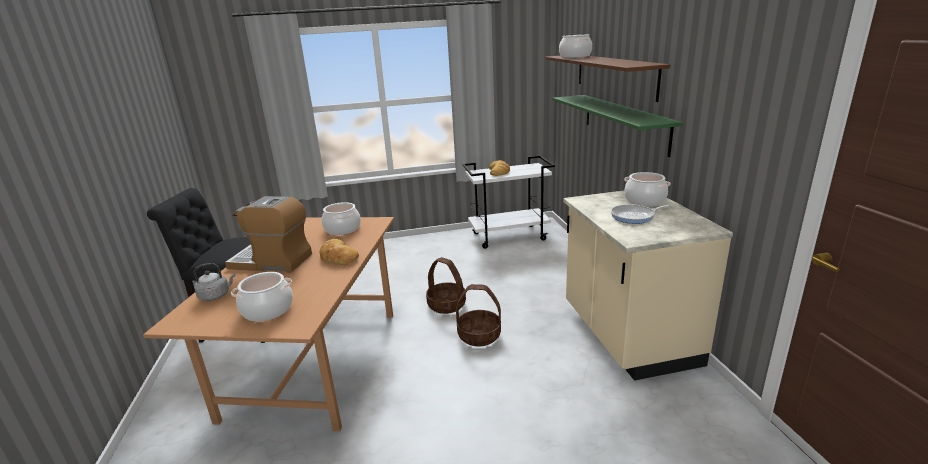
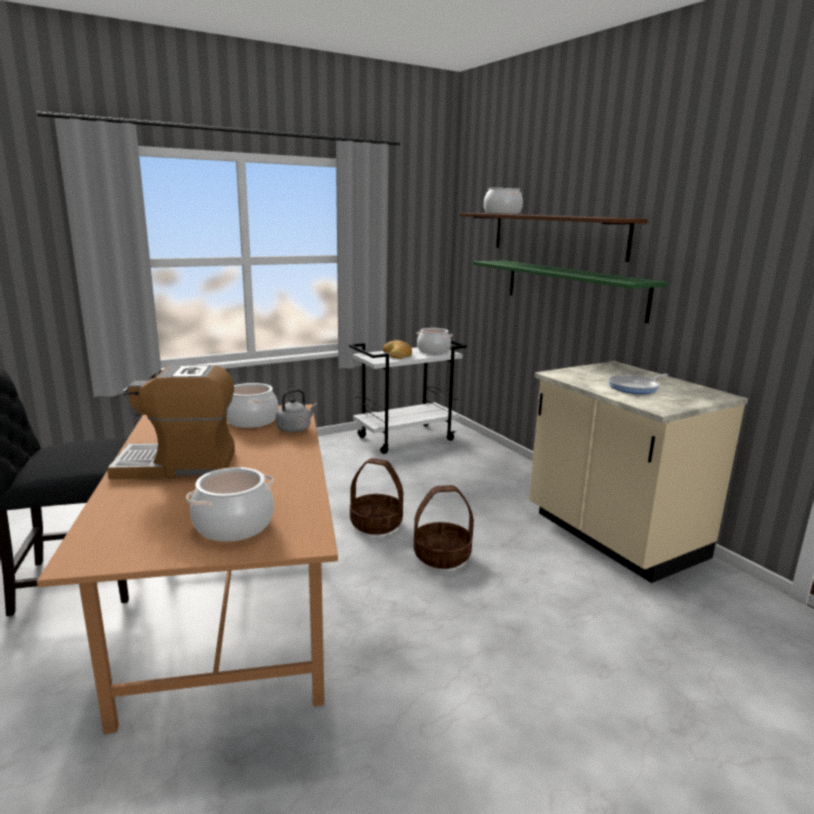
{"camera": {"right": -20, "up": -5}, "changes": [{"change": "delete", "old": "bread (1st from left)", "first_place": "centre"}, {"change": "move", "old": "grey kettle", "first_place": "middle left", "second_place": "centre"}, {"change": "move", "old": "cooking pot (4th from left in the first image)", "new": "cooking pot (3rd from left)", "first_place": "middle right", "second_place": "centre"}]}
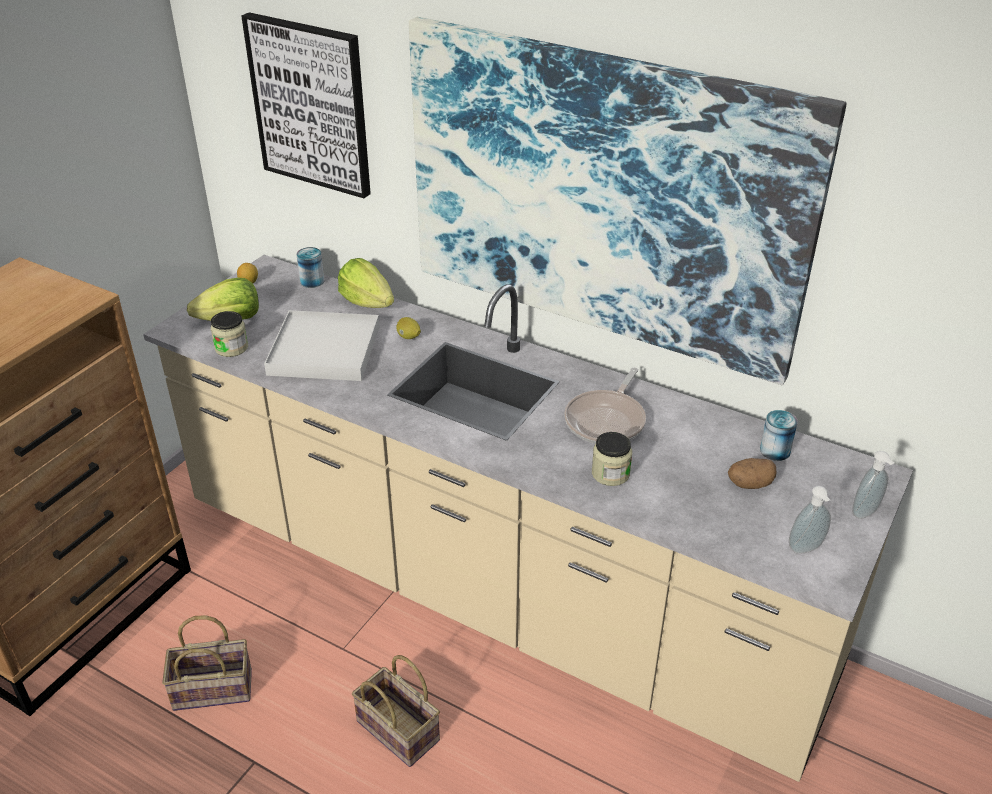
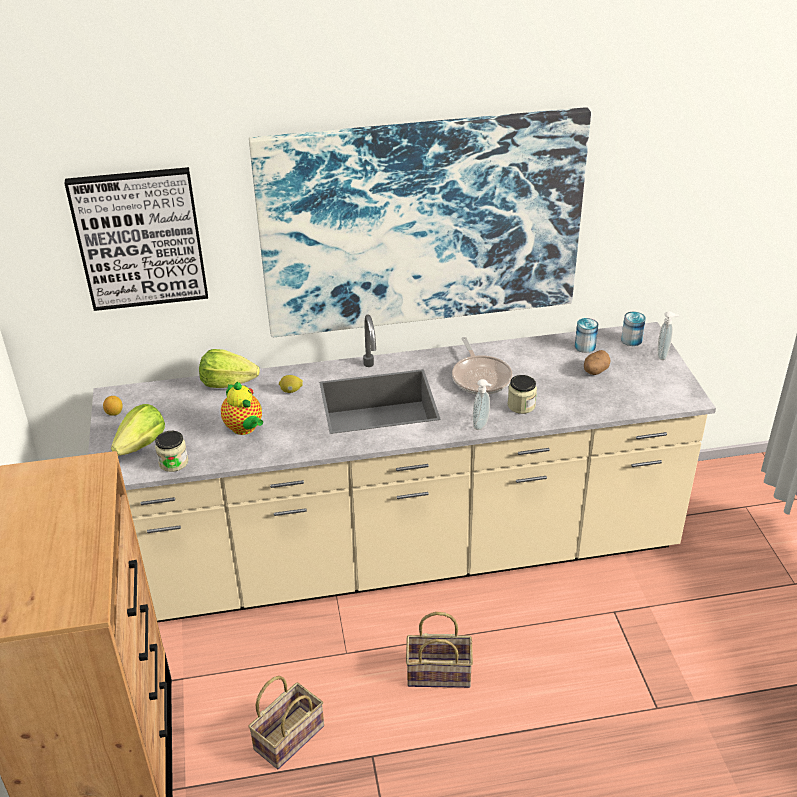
{"camera": {"right": -40, "up": 0}, "changes": [{"change": "move", "old": "can (1st from left in the first image)", "new": "can (2nd from left)", "first_place": "middle left", "second_place": "middle right"}, {"change": "move", "old": "soap dispenser (1st from left)", "first_place": "middle right", "second_place": "centre"}, {"change": "replace", "old": "white tray", "new": "teapot", "first_place": "middle left", "second_place": "middle left"}]}
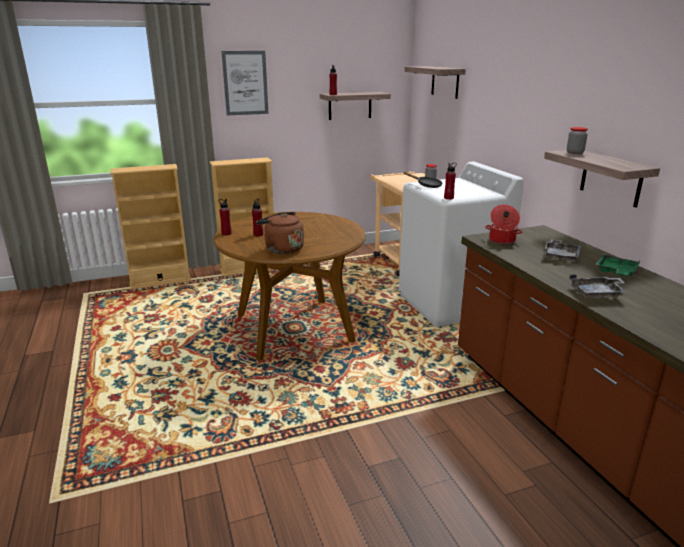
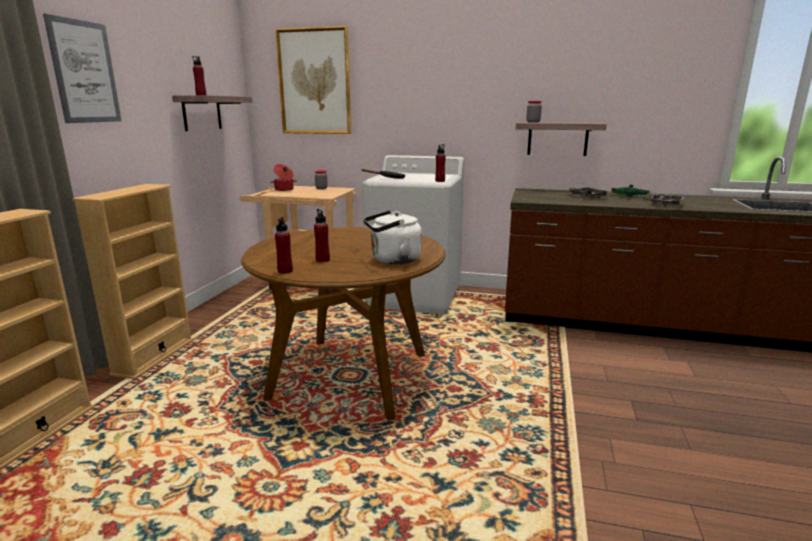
{"camera": {"right": -55, "up": -5}, "changes": [{"change": "move", "old": "cooking pot", "first_place": "middle right", "second_place": "top centre"}, {"change": "replace", "old": "shelf (2nd from left)", "new": "picture (2nd from left)", "first_place": "top centre", "second_place": "top centre"}, {"change": "recolor", "old": "brown kettle", "new": "white kettle", "first_place": "centre", "second_place": "centre"}]}
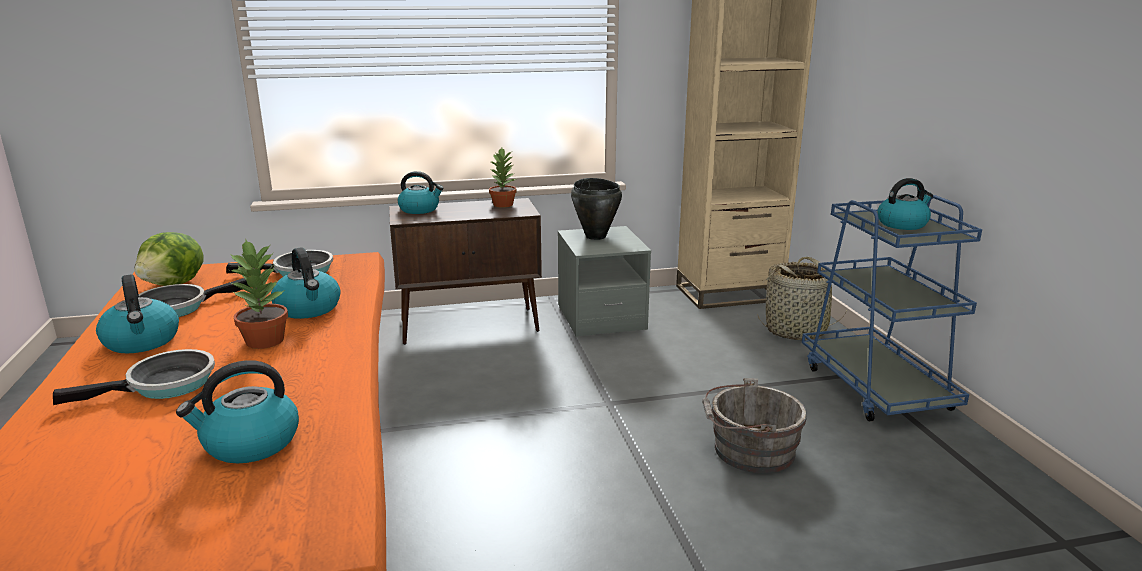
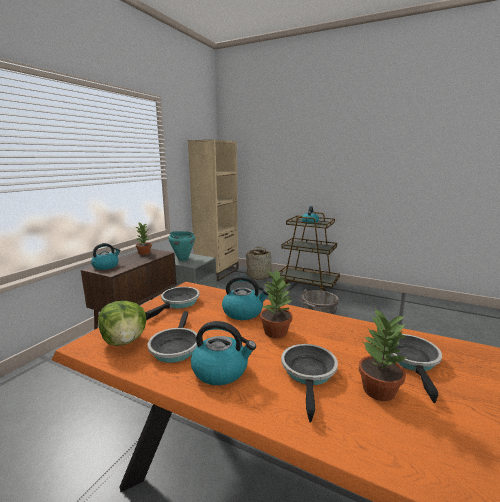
{"camera": {"right": -50, "up": -5}, "changes": [{"change": "insert", "new": "potted plant (3rd from left)", "second_place": "bottom right"}, {"change": "replace", "old": "kettle (2nd from left)", "new": "frying pan (4th from left)", "first_place": "bottom left", "second_place": "bottom right"}, {"change": "recolor", "old": "black cooking pot", "new": "turquoise cooking pot", "first_place": "centre", "second_place": "centre"}, {"change": "recolor", "old": "blue cart", "new": "brown cart", "first_place": "middle right", "second_place": "centre"}]}
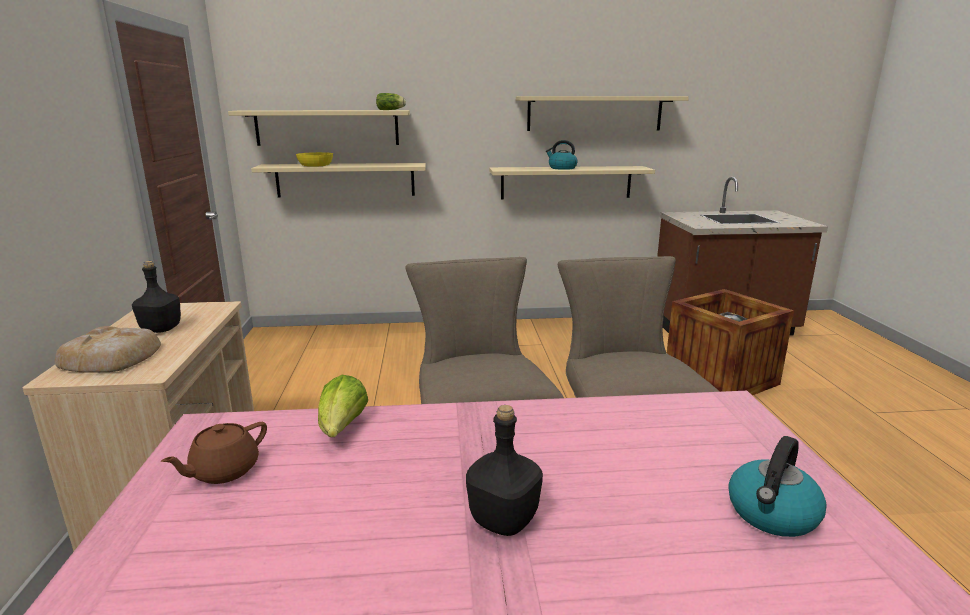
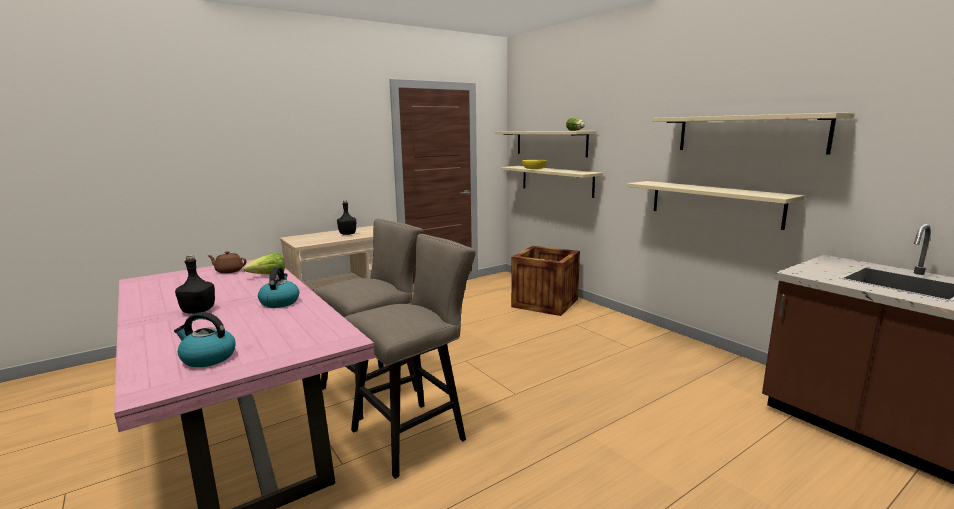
{"camera": {"right": 60, "up": -5}, "changes": [{"change": "delete", "old": "bread", "first_place": "middle left"}, {"change": "move", "old": "kettle (1st from left in the first image)", "new": "kettle (2nd from left)", "first_place": "top centre", "second_place": "middle left"}, {"change": "move", "old": "crate", "first_place": "middle right", "second_place": "centre"}]}
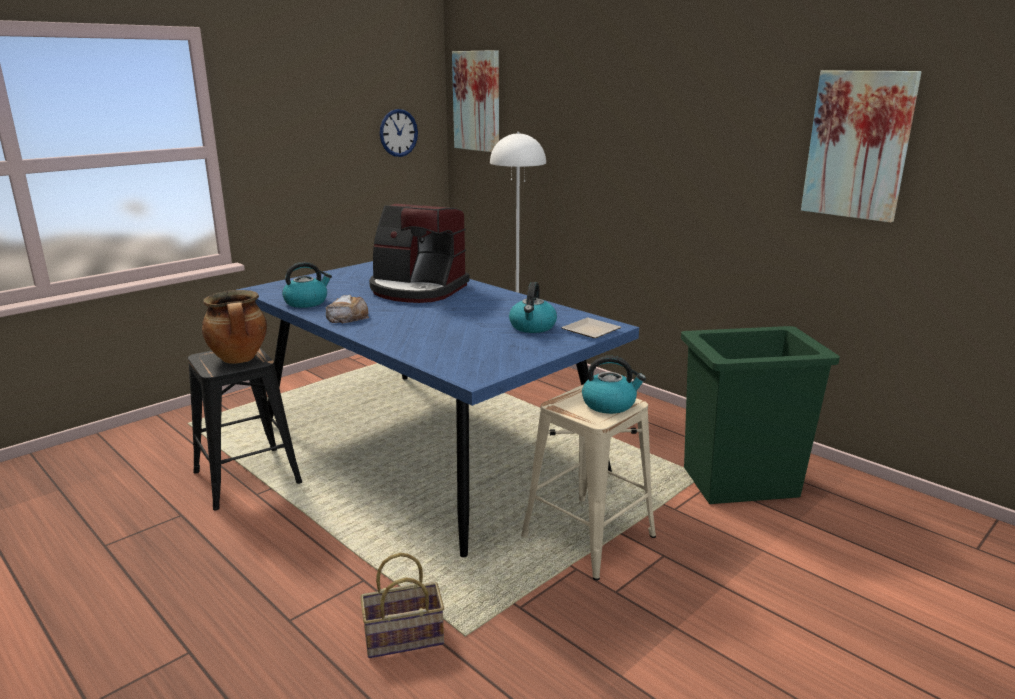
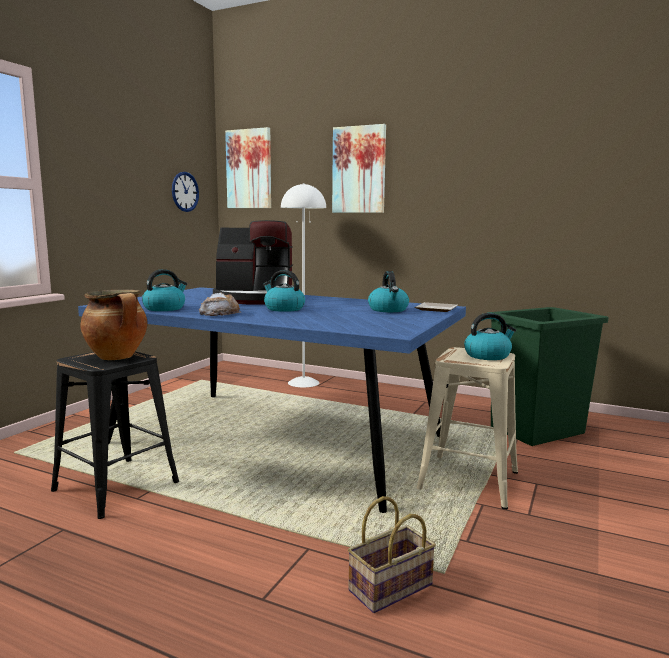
{"camera": {"right": -20, "up": -10}, "changes": [{"change": "insert", "new": "kettle (2nd from left)", "second_place": "centre"}, {"change": "move", "old": "picture (2nd from left)", "first_place": "top right", "second_place": "top centre"}]}
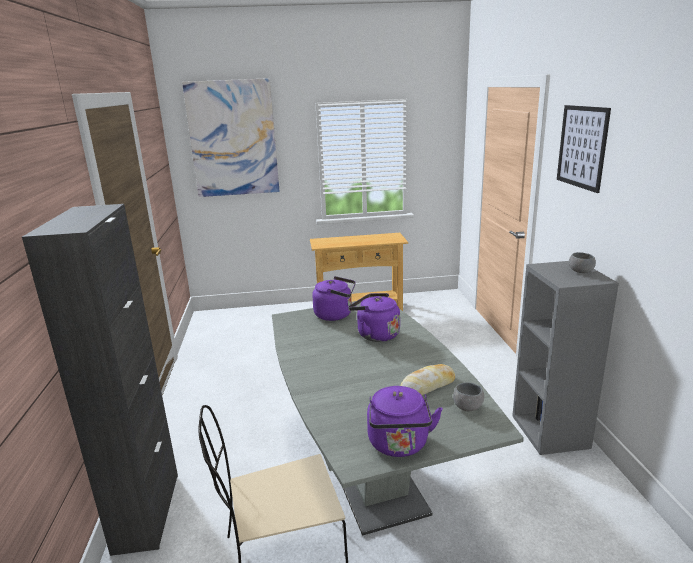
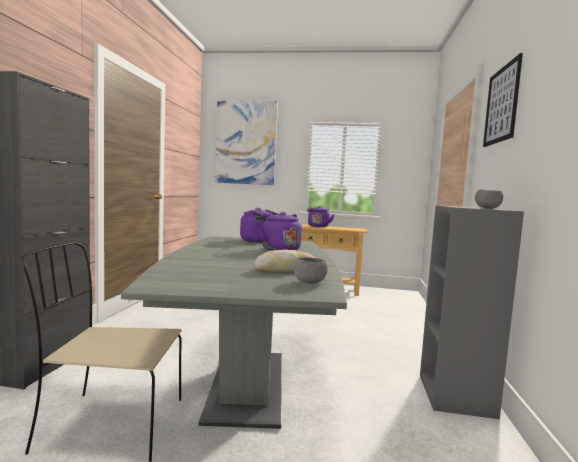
{"camera": {"right": 15, "up": -15}, "changes": [{"change": "move", "old": "purple kettle (3rd from left)", "first_place": "bottom centre", "second_place": "centre"}]}
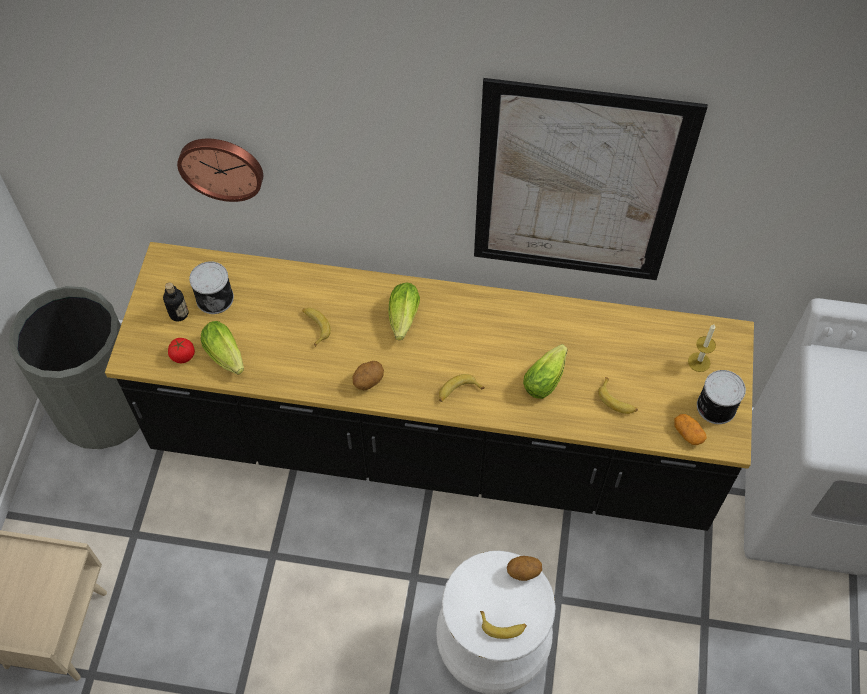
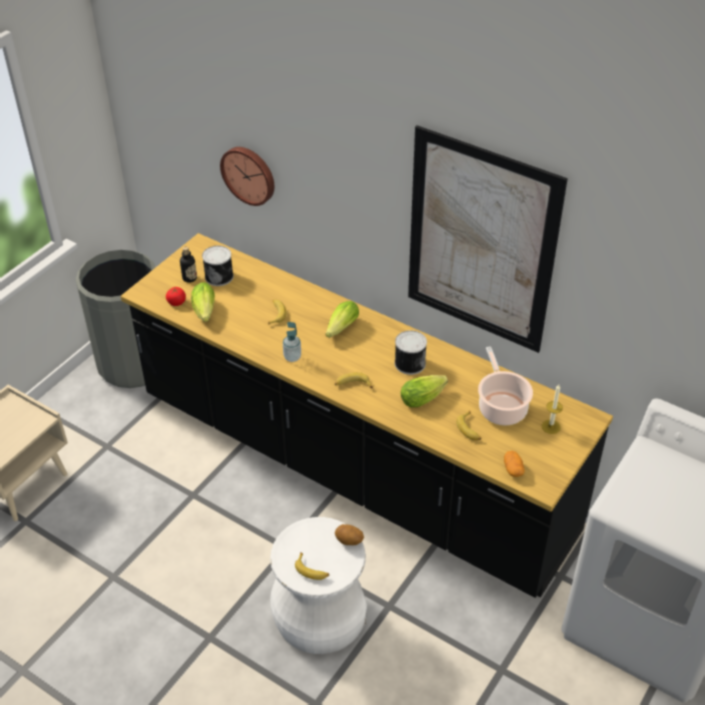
{"camera": {"right": 25, "up": -15}, "changes": [{"change": "insert", "new": "cooking pot", "second_place": "middle right"}, {"change": "move", "old": "can (2nd from left)", "first_place": "middle right", "second_place": "centre"}, {"change": "replace", "old": "potato (1st from left)", "new": "soap dispenser", "first_place": "centre", "second_place": "centre"}]}
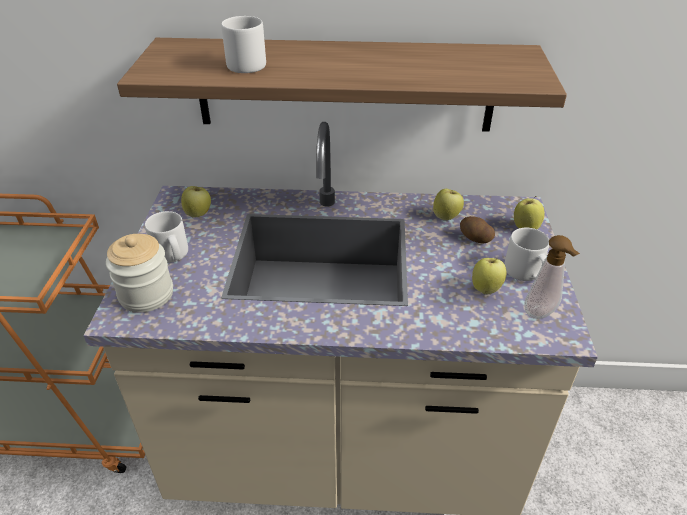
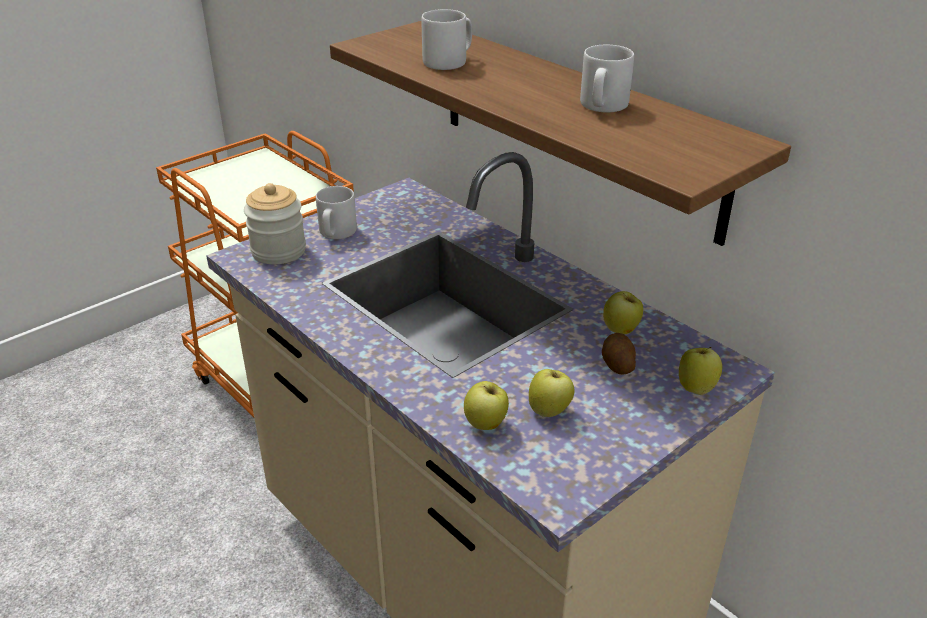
{"camera": {"right": 45, "up": -5}, "changes": [{"change": "delete", "old": "soap dispenser", "first_place": "middle right"}, {"change": "move", "old": "apple (1st from left)", "first_place": "middle left", "second_place": "centre"}, {"change": "move", "old": "grey mug (3rd from left)", "first_place": "middle right", "second_place": "top centre"}]}
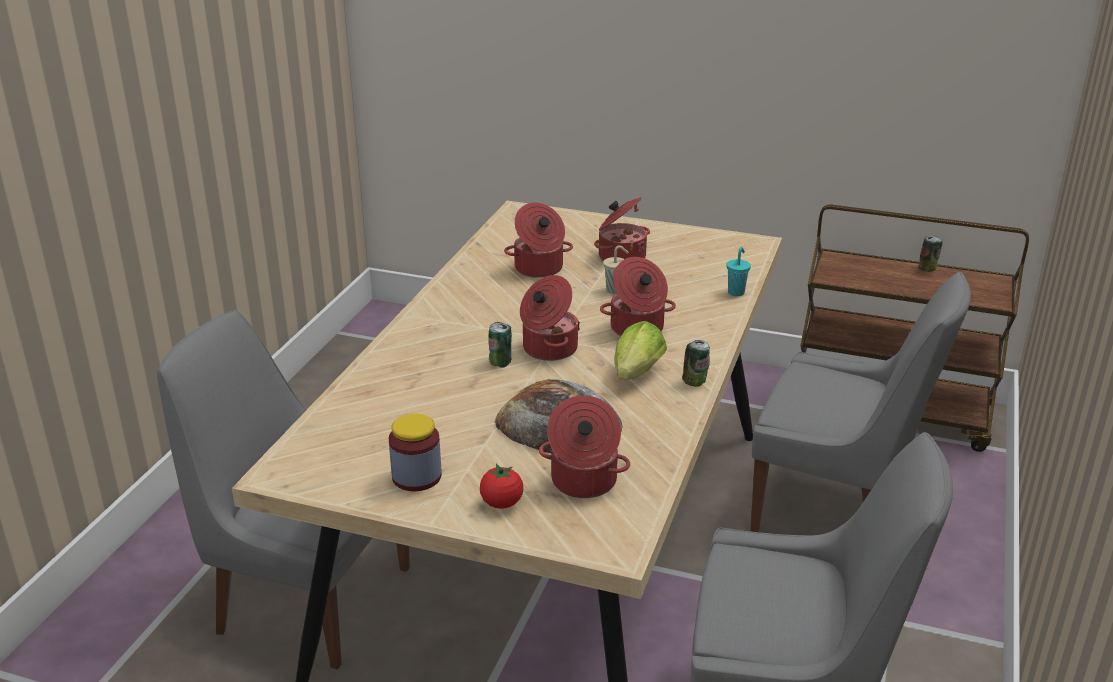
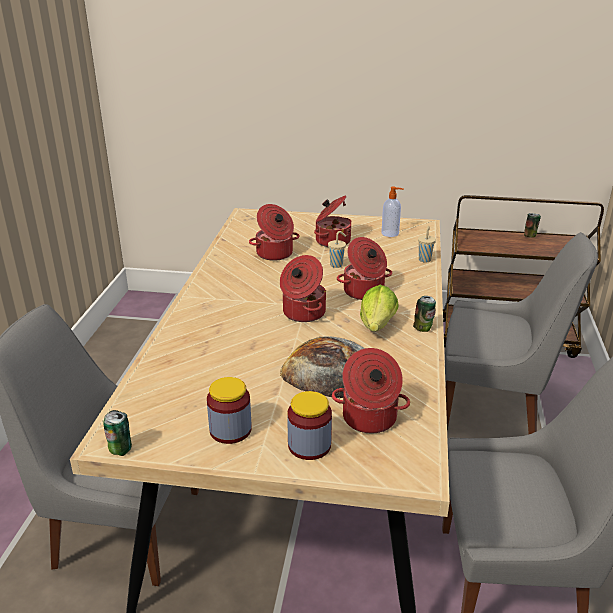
{"camera": {"right": -10, "up": 0}, "changes": [{"change": "insert", "new": "soap dispenser", "second_place": "centre"}, {"change": "move", "old": "can (1st from left)", "first_place": "centre", "second_place": "bottom left"}, {"change": "replace", "old": "tomato", "new": "jar (2nd from left)", "first_place": "bottom centre", "second_place": "bottom centre"}, {"change": "recolor", "old": "turquoise cup", "new": "beige cup (2nd from left)", "first_place": "centre", "second_place": "middle right"}]}
